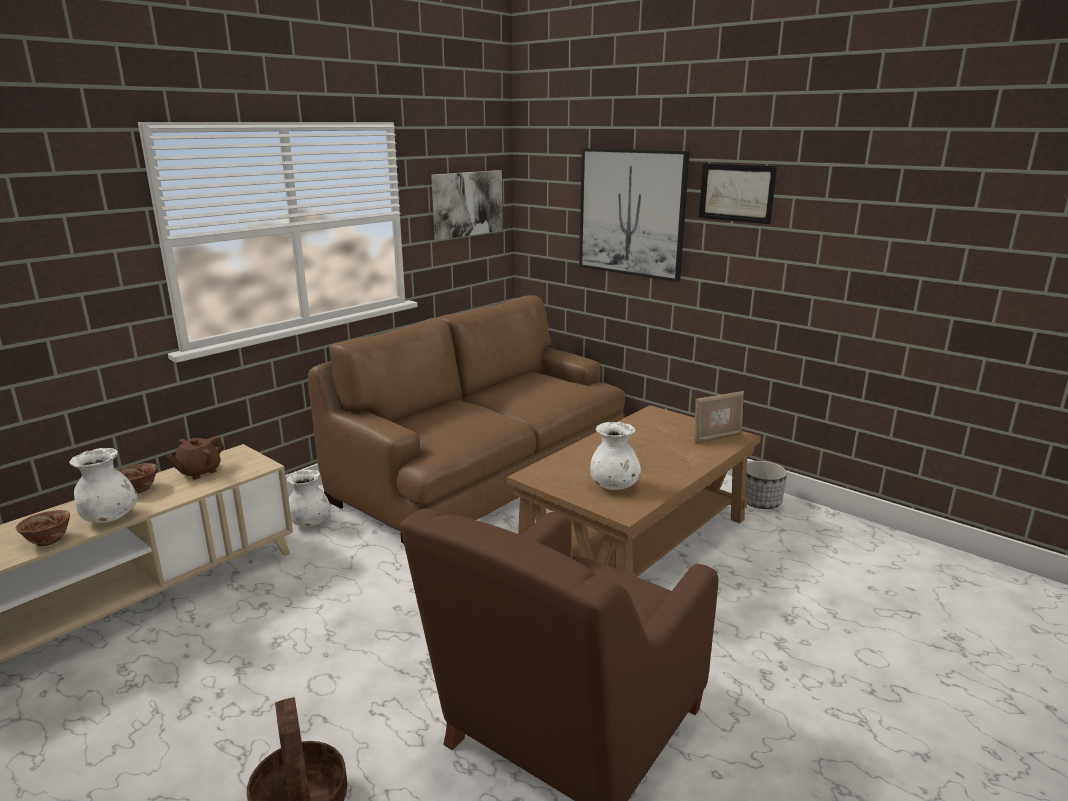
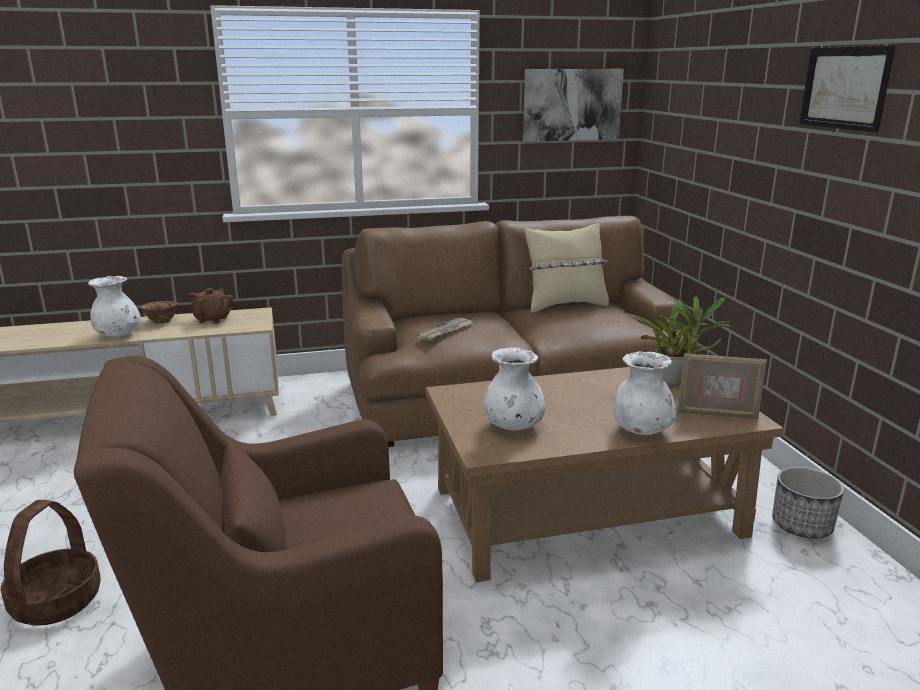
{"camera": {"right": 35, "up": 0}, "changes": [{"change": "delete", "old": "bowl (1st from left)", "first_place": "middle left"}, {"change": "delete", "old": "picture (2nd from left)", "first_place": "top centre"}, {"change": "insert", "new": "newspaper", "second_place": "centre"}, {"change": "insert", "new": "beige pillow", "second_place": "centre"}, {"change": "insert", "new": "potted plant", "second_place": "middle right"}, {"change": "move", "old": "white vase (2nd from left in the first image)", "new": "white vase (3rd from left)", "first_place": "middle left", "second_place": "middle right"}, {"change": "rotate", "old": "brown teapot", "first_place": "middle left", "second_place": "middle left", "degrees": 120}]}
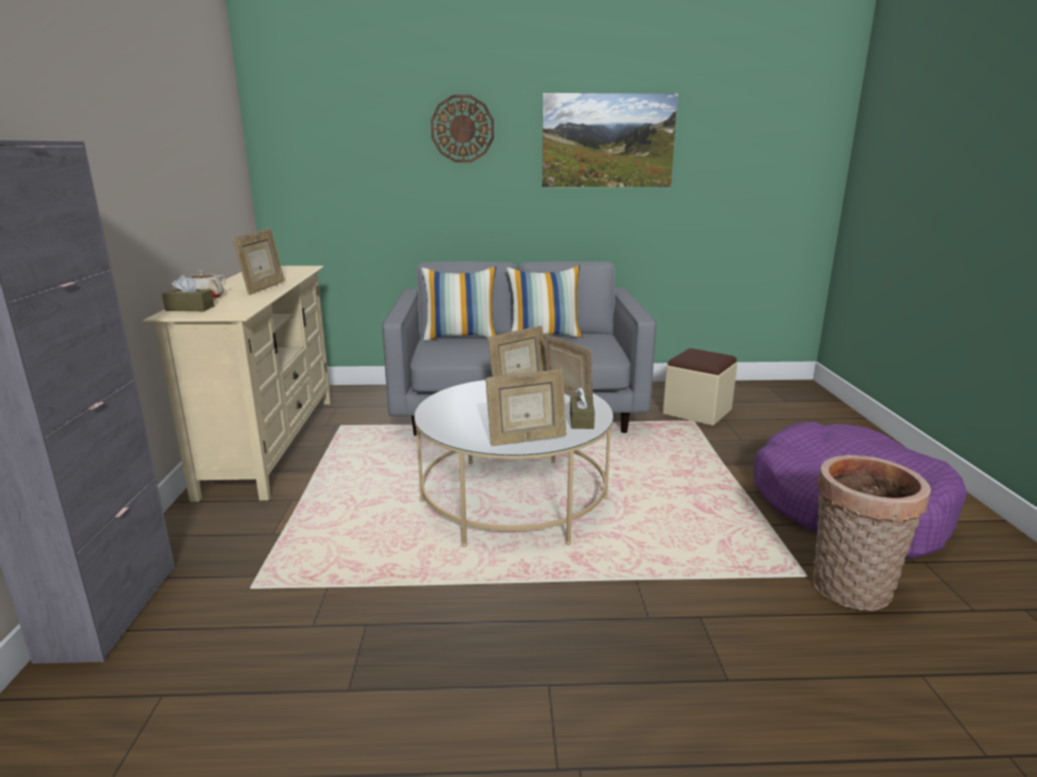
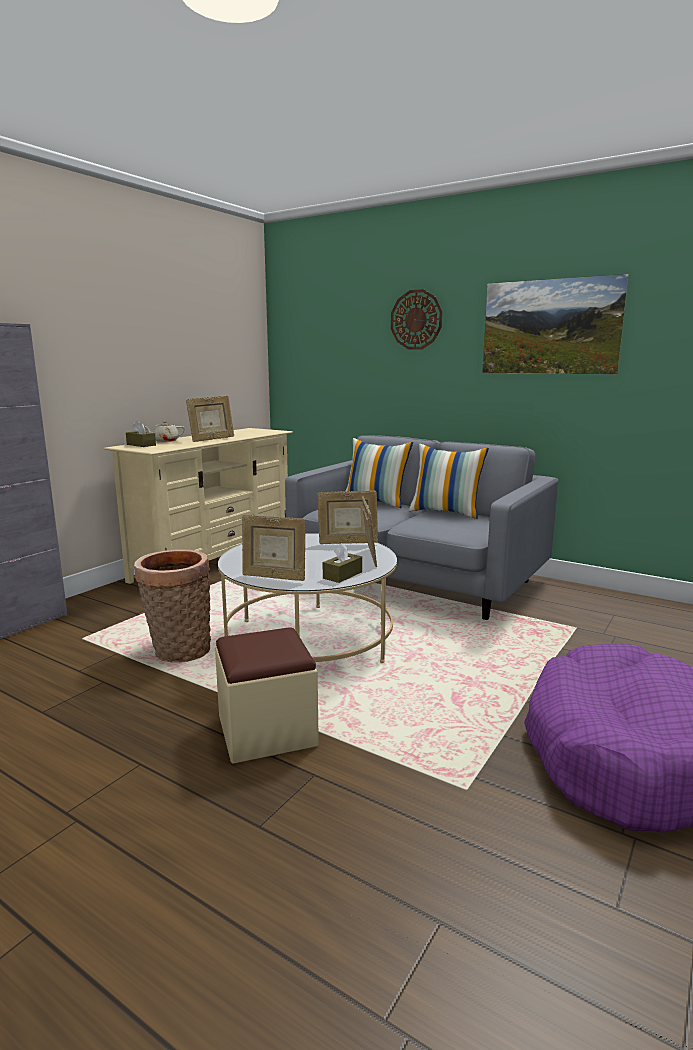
{"camera": {"right": 35, "up": -5}, "changes": [{"change": "move", "old": "beige ottoman", "first_place": "middle right", "second_place": "centre"}, {"change": "move", "old": "basket", "first_place": "bottom right", "second_place": "middle left"}]}
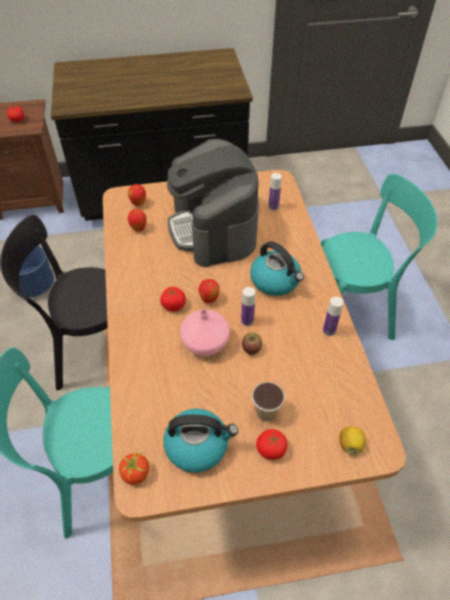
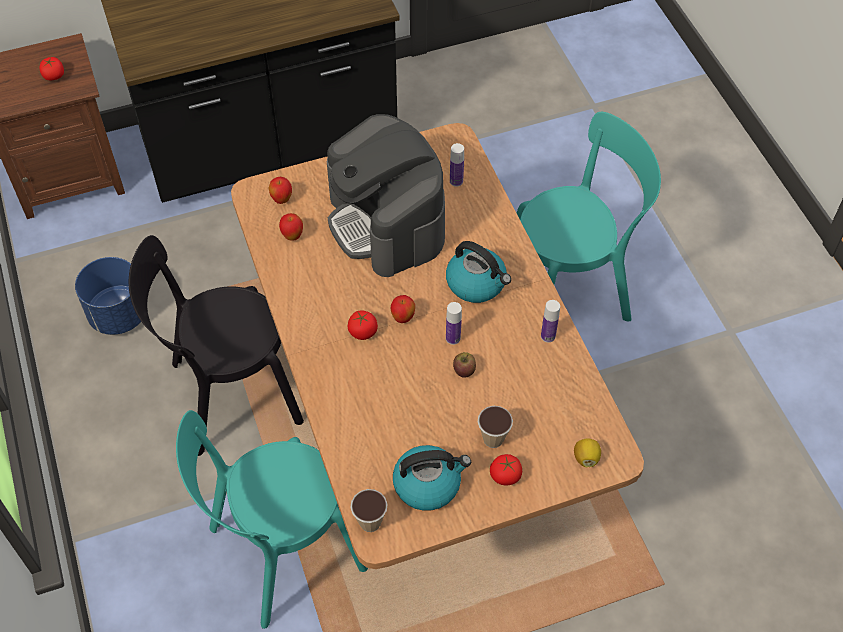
{"camera": {"right": -10, "up": 5}, "changes": [{"change": "delete", "old": "pink vase", "first_place": "centre"}, {"change": "replace", "old": "tomato (2nd from left)", "new": "cup (1st from left)", "first_place": "bottom left", "second_place": "bottom centre"}]}
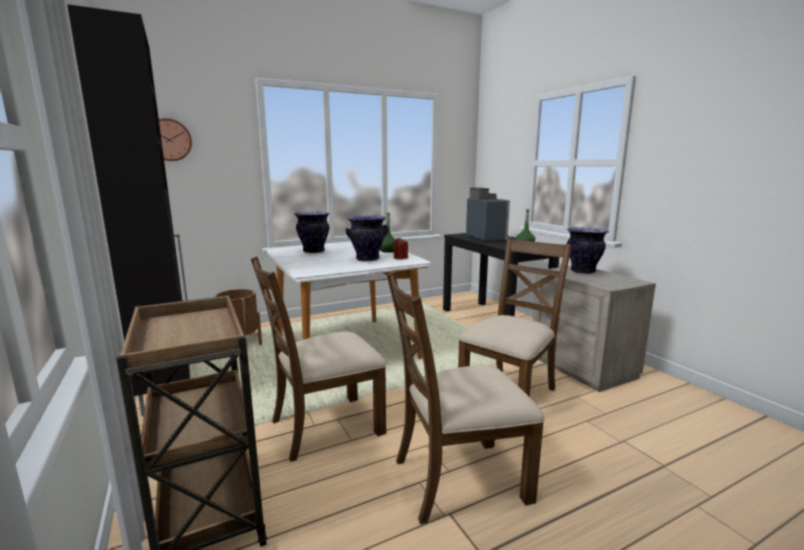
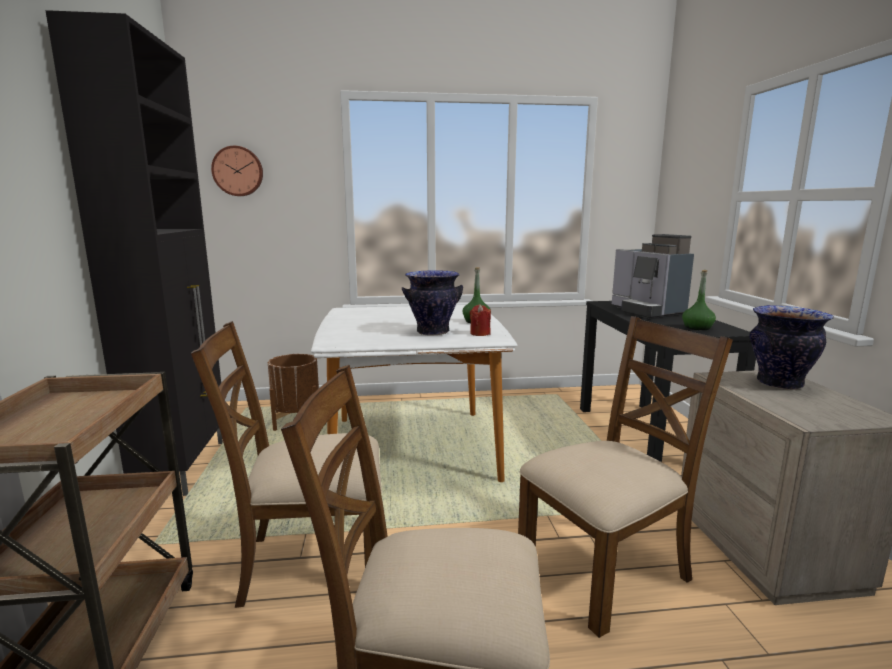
{"camera": {"right": 20, "up": 0}, "changes": [{"change": "delete", "old": "vase (1st from left)", "first_place": "centre"}, {"change": "rotate", "old": "coffee machine", "first_place": "centre", "second_place": "middle right", "degrees": 150}]}
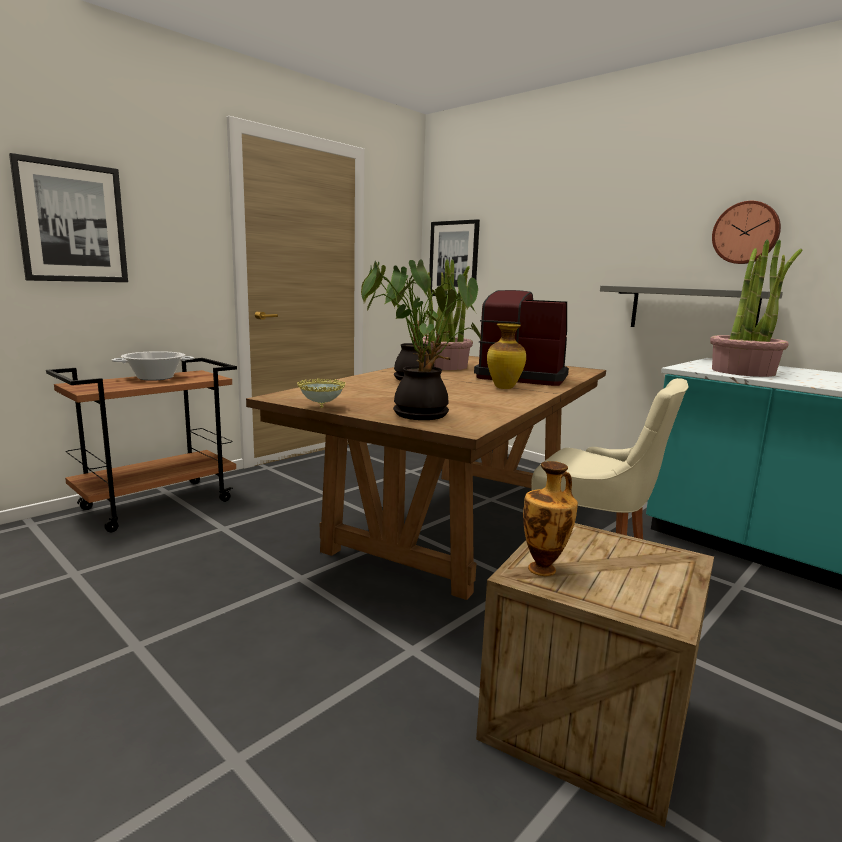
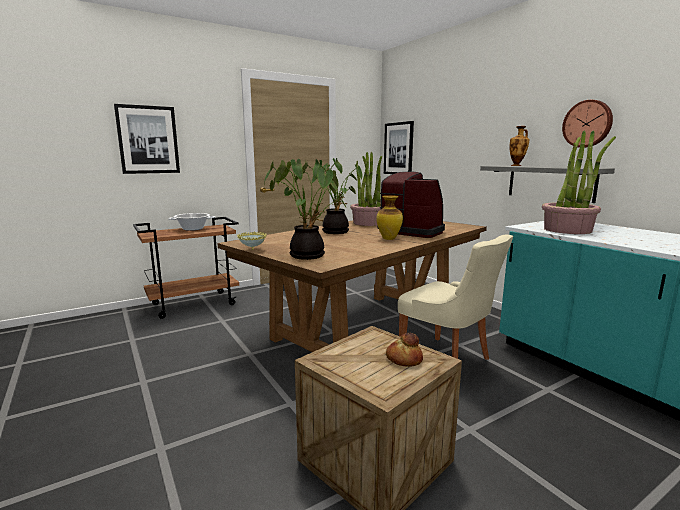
{"camera": {"right": 15, "up": 0}, "changes": [{"change": "insert", "new": "bread", "second_place": "bottom centre"}, {"change": "move", "old": "vase (2nd from left)", "first_place": "centre", "second_place": "top right"}]}
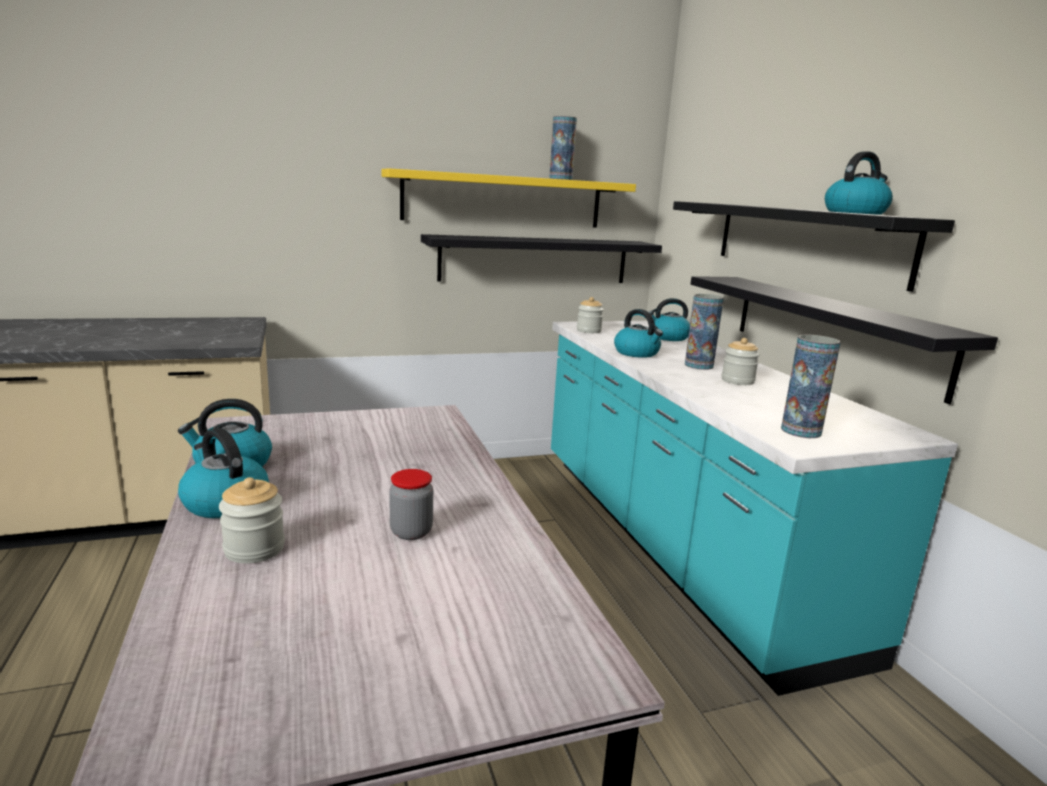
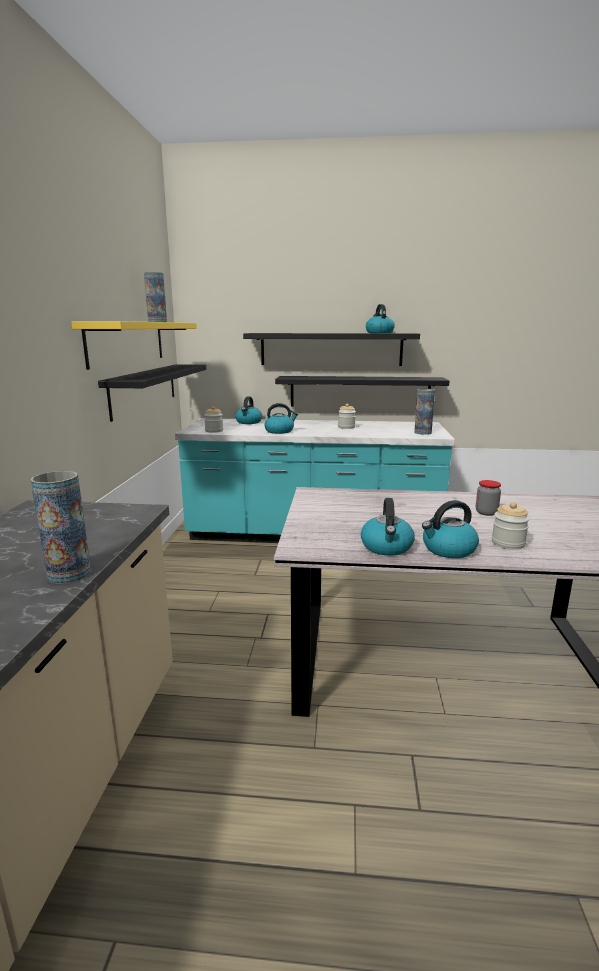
{"camera": {"right": -65, "up": 0}, "changes": [{"change": "move", "old": "vase (2nd from left in the first image)", "new": "vase (1st from left)", "first_place": "middle right", "second_place": "middle left"}]}
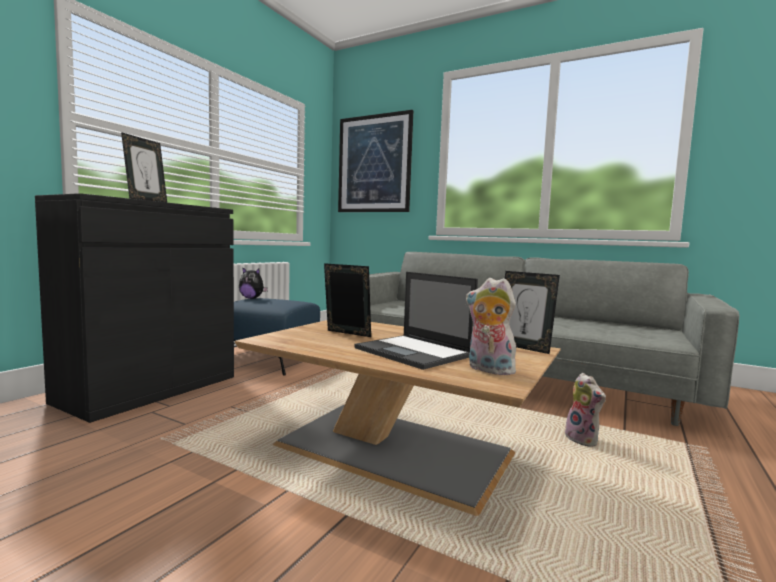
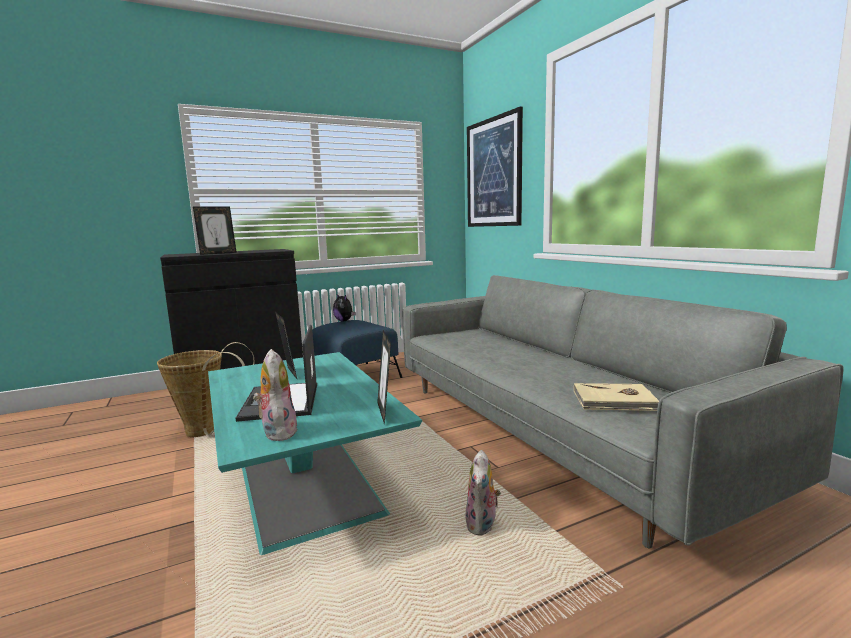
{"camera": {"right": 35, "up": 5}, "changes": [{"change": "insert", "new": "basket", "second_place": "middle left"}, {"change": "insert", "new": "beige book", "second_place": "middle right"}, {"change": "recolor", "old": "brown coffee table", "new": "turquoise coffee table", "first_place": "bottom centre", "second_place": "bottom centre"}]}
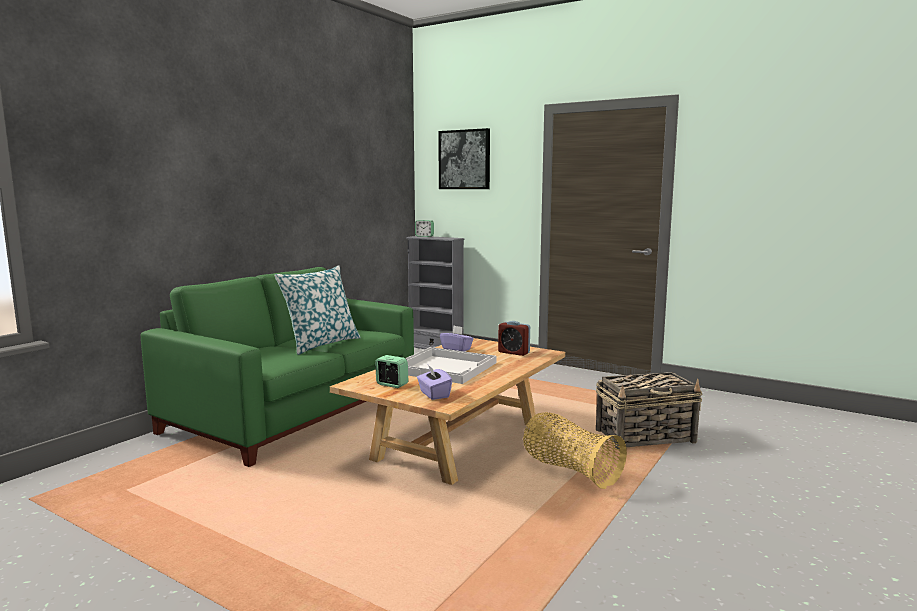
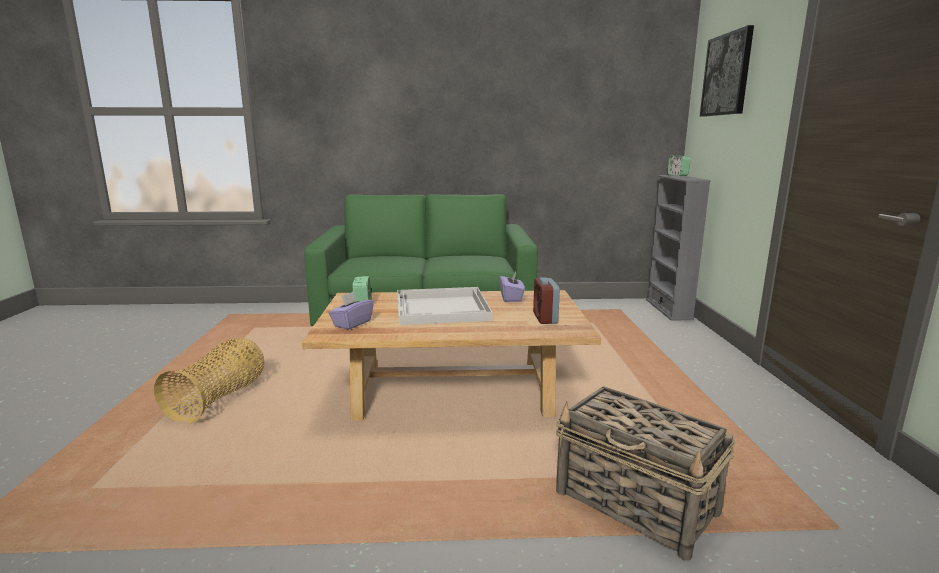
{"camera": {"right": 55, "up": 5}, "changes": [{"change": "delete", "old": "pillow", "first_place": "centre"}, {"change": "move", "old": "basket (1st from left)", "first_place": "bottom centre", "second_place": "middle left"}]}
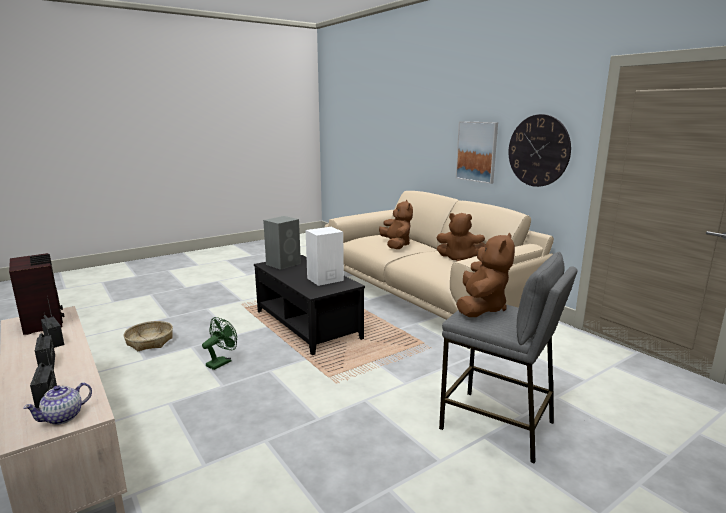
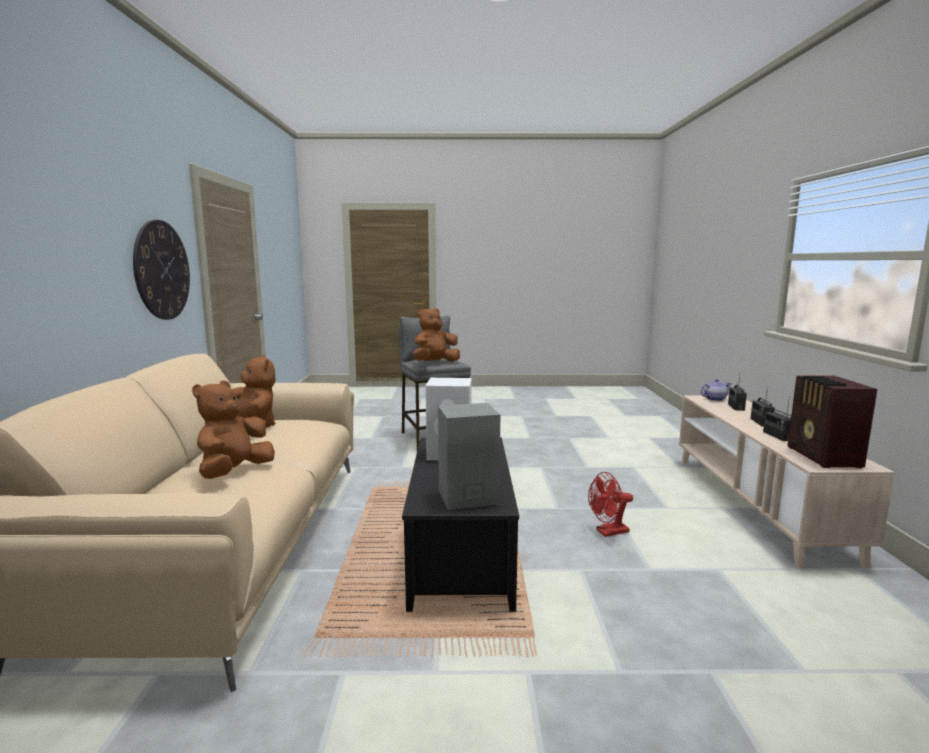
{"camera": {"right": -145, "up": -5}, "changes": [{"change": "delete", "old": "basket", "first_place": "middle left"}, {"change": "delete", "old": "picture", "first_place": "top centre"}, {"change": "recolor", "old": "green fan", "new": "red fan", "first_place": "bottom left", "second_place": "bottom centre"}]}
